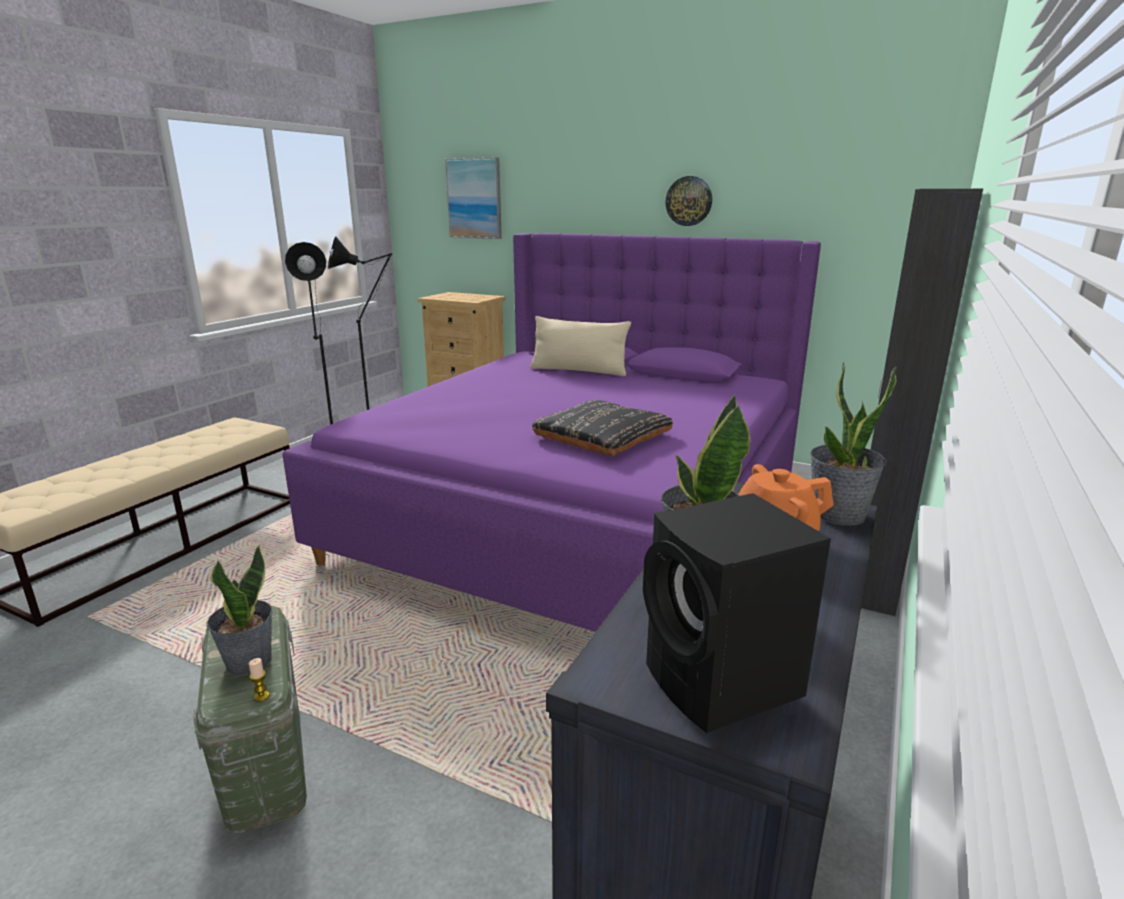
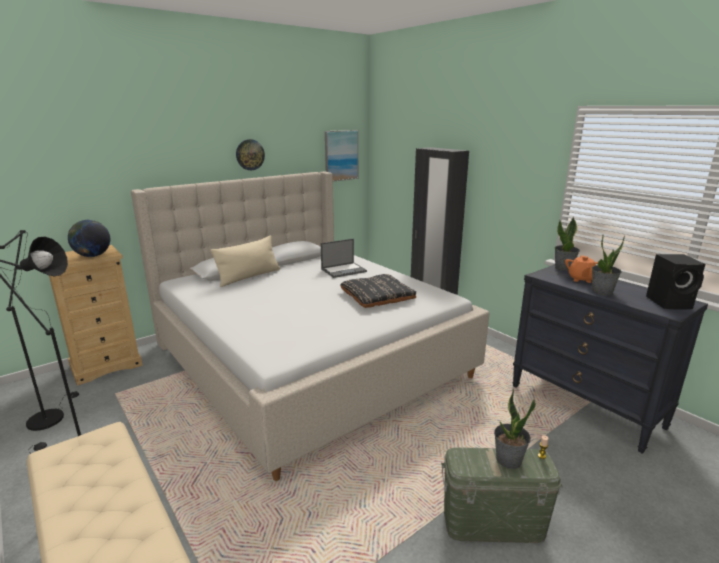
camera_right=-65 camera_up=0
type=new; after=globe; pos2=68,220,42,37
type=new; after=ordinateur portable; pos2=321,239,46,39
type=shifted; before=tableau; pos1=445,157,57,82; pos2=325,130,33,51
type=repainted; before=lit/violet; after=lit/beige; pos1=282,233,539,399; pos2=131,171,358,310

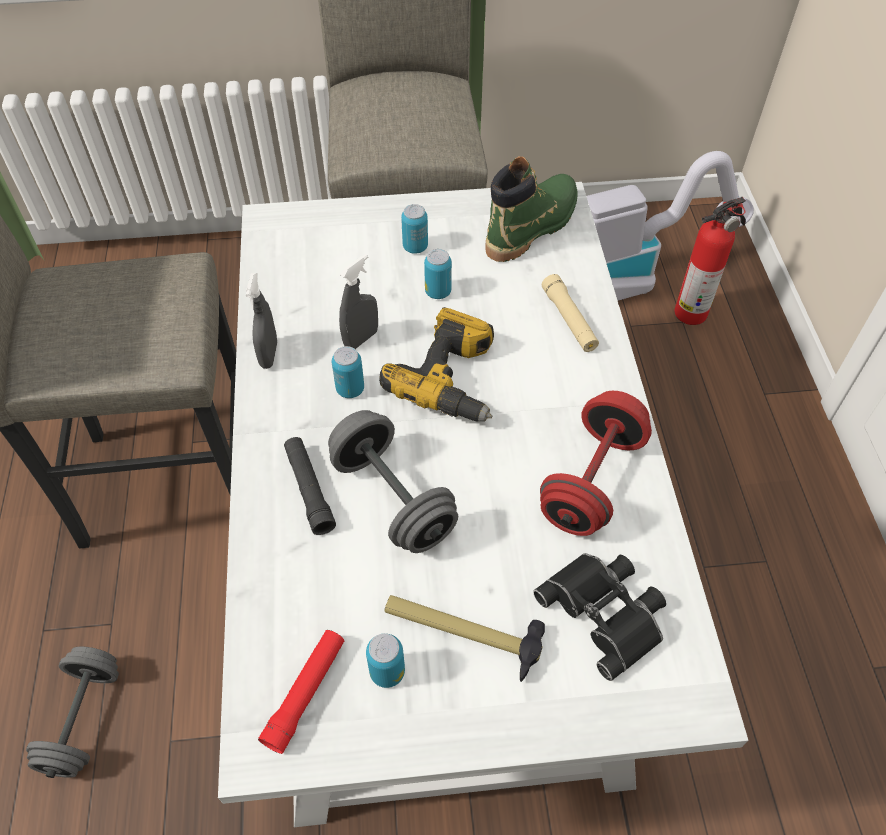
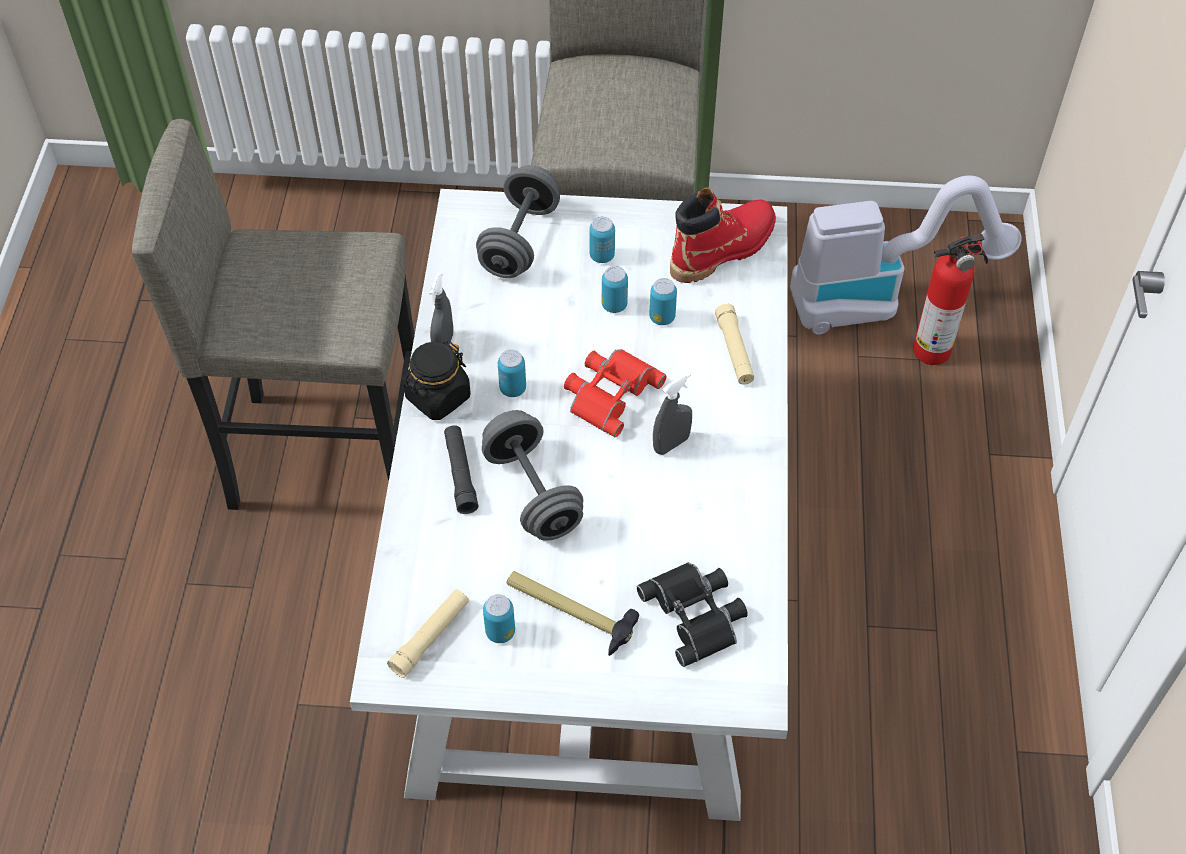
camera_right=10 camera_up=0
type=gone; before=haltère/rouge; pos1=540,391,112,145
type=new; after=bocal/noir; pos2=404,341,66,79
type=new; after=boîte métallique; pos2=649,278,28,47
type=shifted; before=haltère/gris; pos1=26,646,93,132; pos2=476,165,84,113
type=shifted; before=vaporisateur/gris; pos1=339,254,39,95; pos2=653,372,39,83
type=swapped; before=perceuse; after=jumelles/rouge; pos1=379,307,115,115; pos2=564,349,103,88
type=repainted; before=lampe de poche/rouge; after=lampe de poche/beige; pos1=258,630,86,124; pos2=387,590,82,88
type=repainted; before=botte/vert; after=botte/rouge; pos1=486,156,92,106; pos2=670,187,106,96

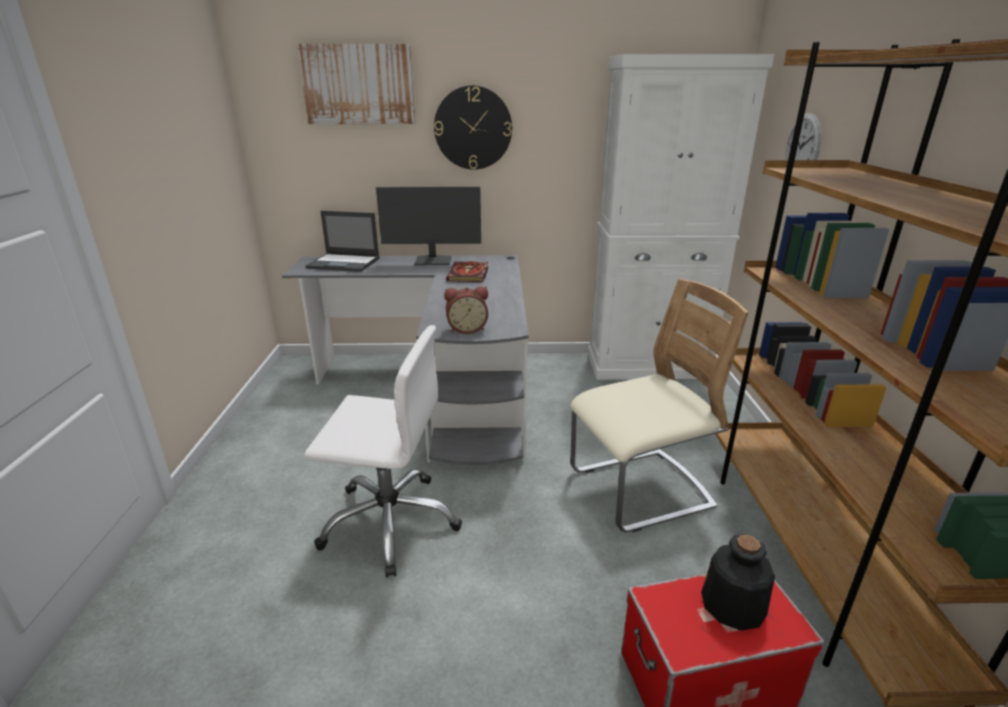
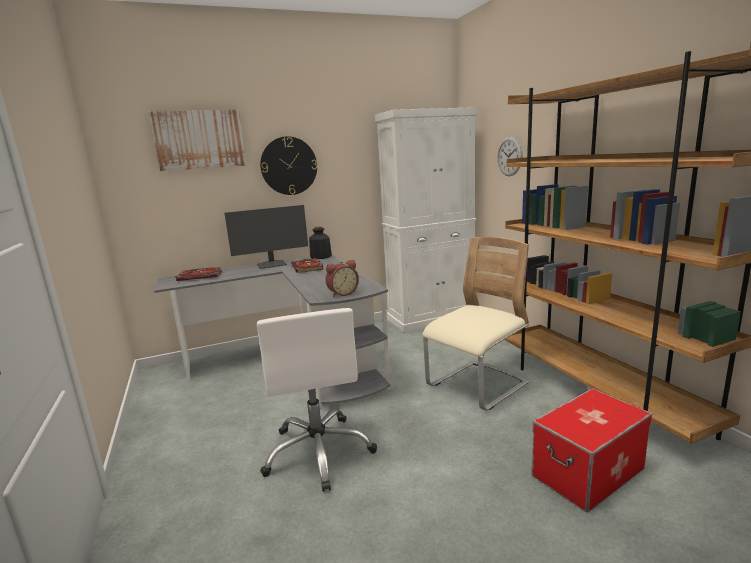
camera_right=-20 camera_up=-10
type=shifted; before=bouteille; pos1=701,534,74,97; pos2=309,226,23,33
type=swapped; before=ordinateur portable; after=livre; pos1=305,211,74,61; pos2=176,267,46,14
type=rotated; before=chaise de bureau/blanc; pos1=305,325,157,252; pos2=257,308,120,184; turn=90

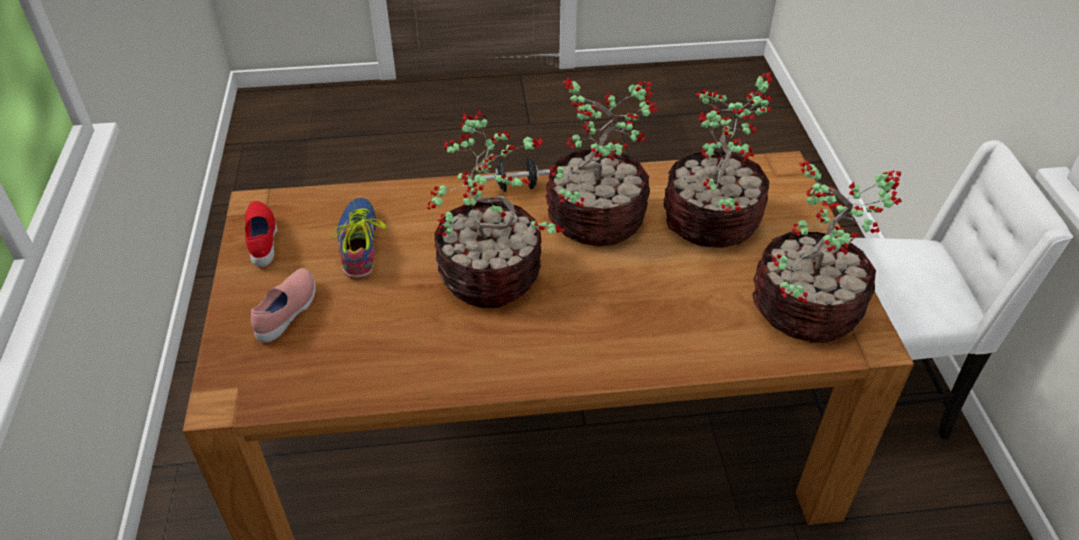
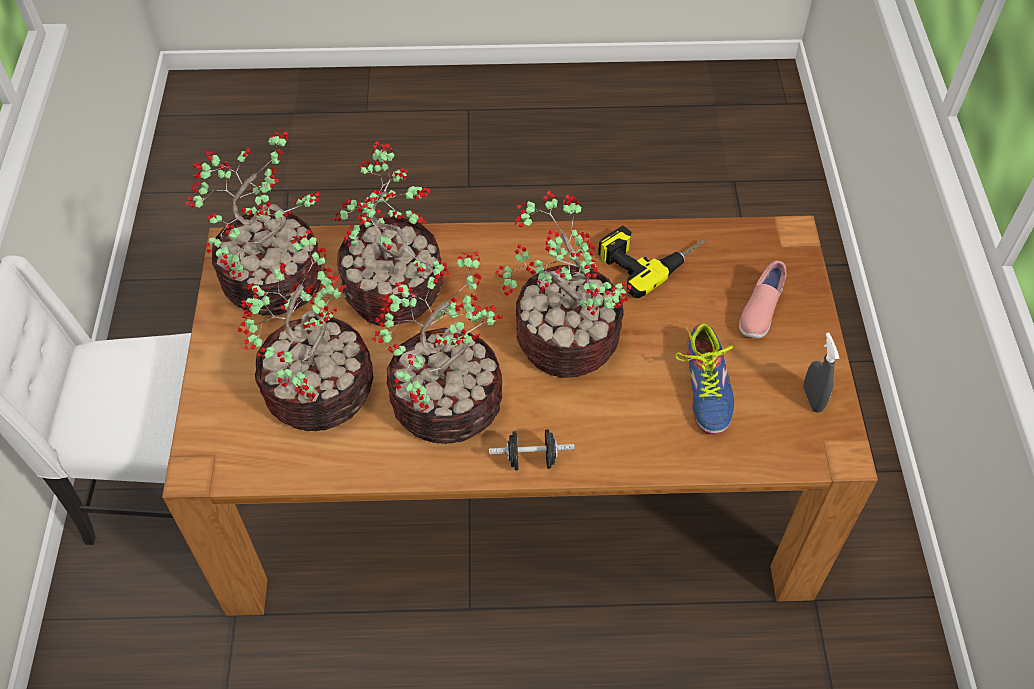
camera_right=-175 camera_up=10
type=new; after=plante en pot; pos2=332,141,118,186
type=new; after=perceuse; pos2=598,225,108,73
type=swapped; before=chaussure/rouge; after=vaporisateur/gris; pos1=245,201,32,66; pos2=803,332,36,81

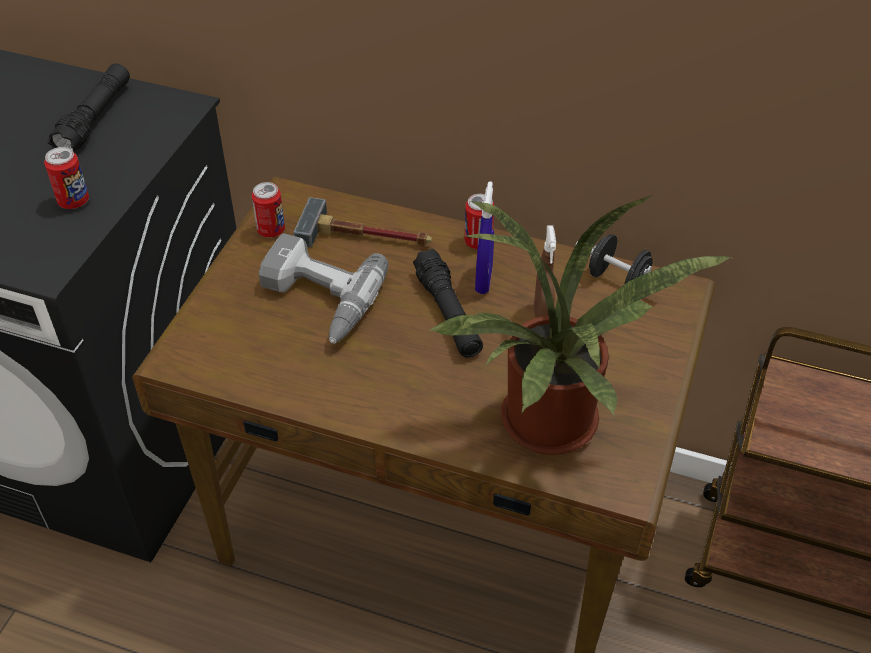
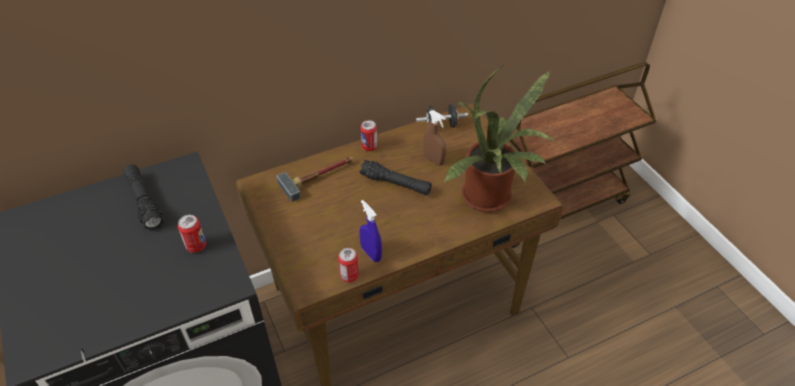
camera_right=-45 camera_up=0
type=gone; before=perceuse; pos1=259,233,130,110
type=shifted; before=boîte métallique; pos1=252,182,33,56; pos2=338,248,21,34
type=shifted; before=vaporisateur/bleu; pos1=475,181,19,113; pos2=359,200,23,62

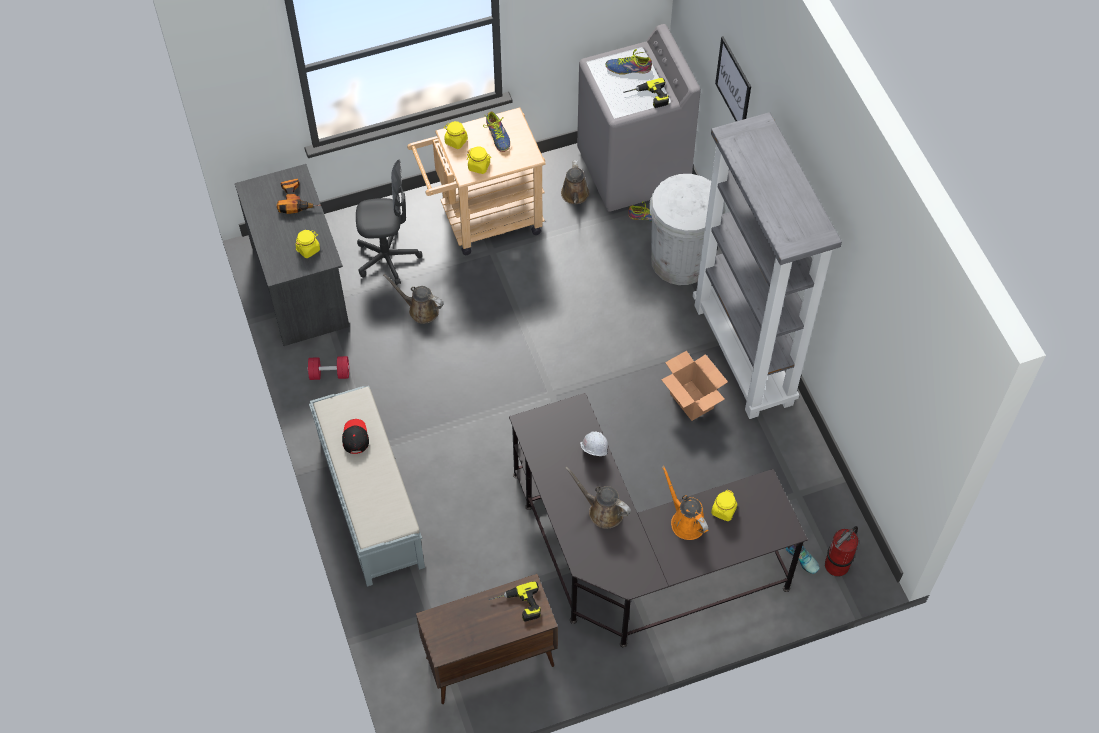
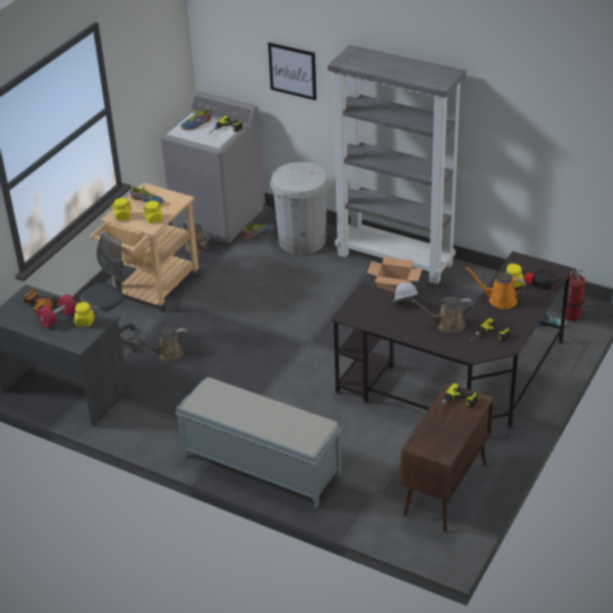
camera_right=-40 camera_up=-20
type=new; after=perceuse; pos2=469,318,41,24
type=shifted; before=haltère/rouge; pos1=307,356,43,24; pos2=37,294,39,34
type=shifted; before=casquette/noir; pos1=342,419,27,35; pos2=524,269,32,21

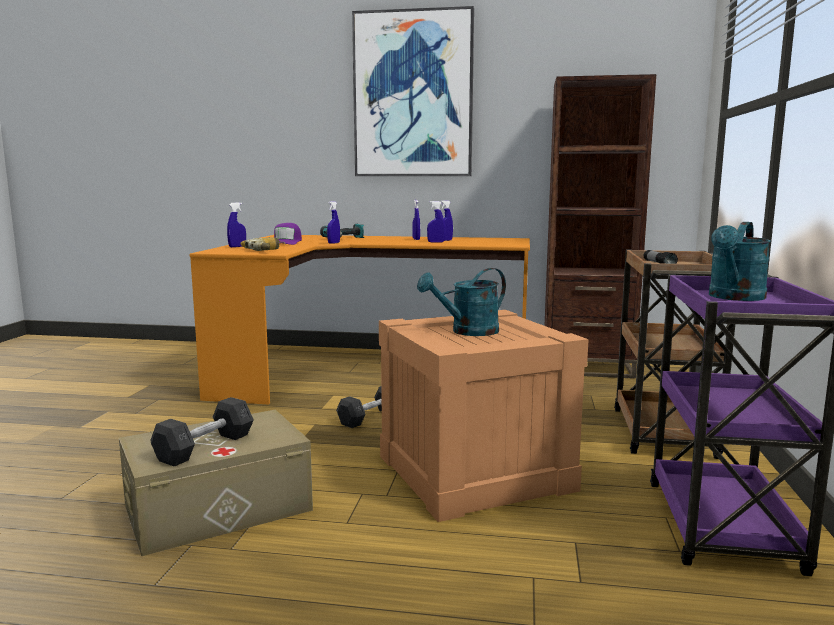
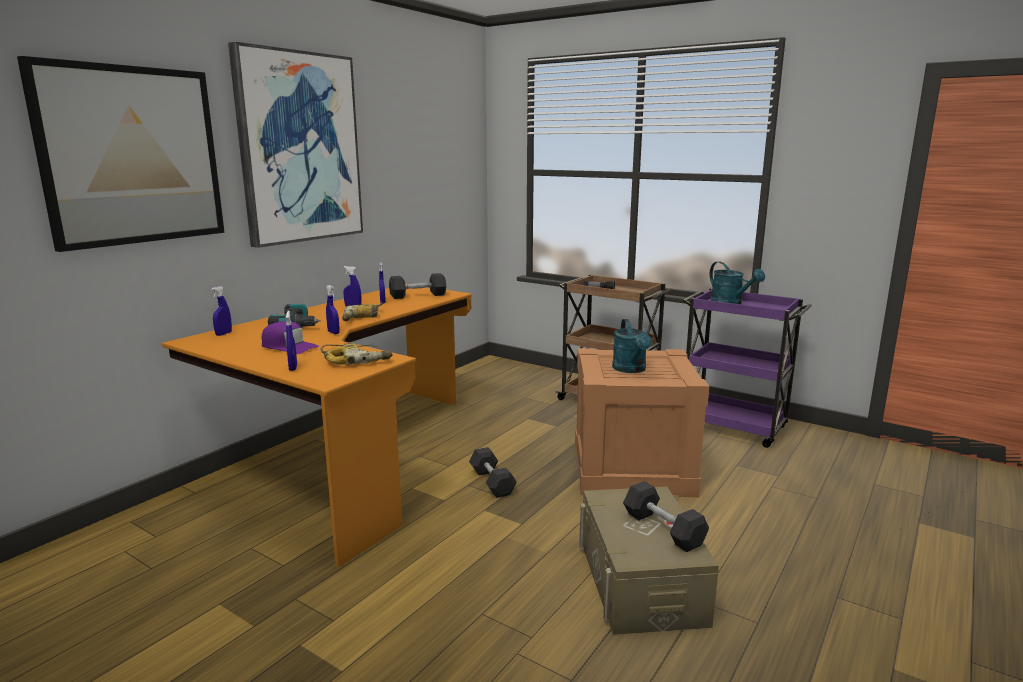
camera_right=-65 camera_up=5
type=gone; before=bibliothèque/marron; pos1=544,74,112,305
type=new; after=tableau; pos2=17,56,208,196
type=new; after=perceuse; pos2=342,302,41,19
type=new; after=haltère/gris; pos2=389,273,57,26
type=shifted; before=vaporisateur/bleu; pos1=427,201,18,42; pos2=211,286,21,50

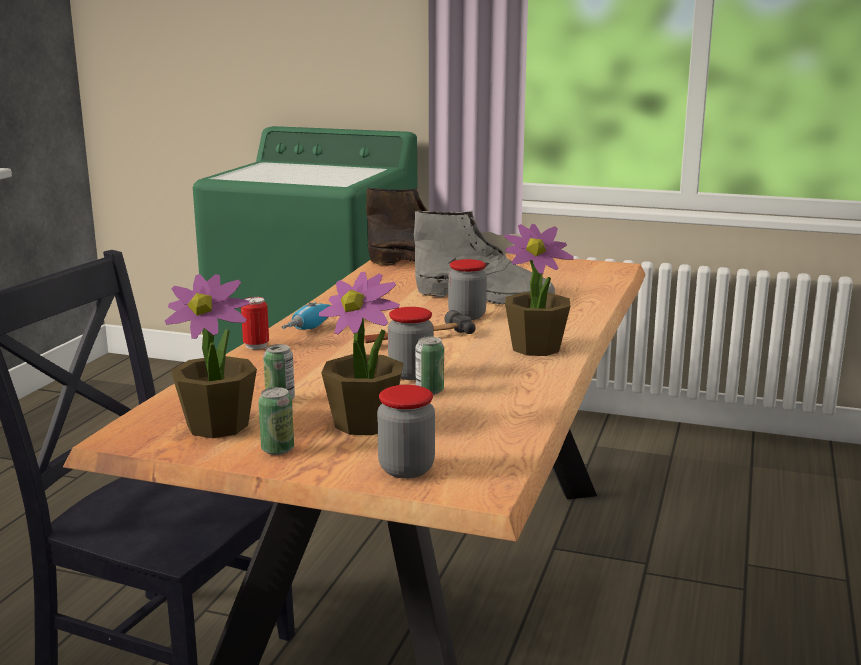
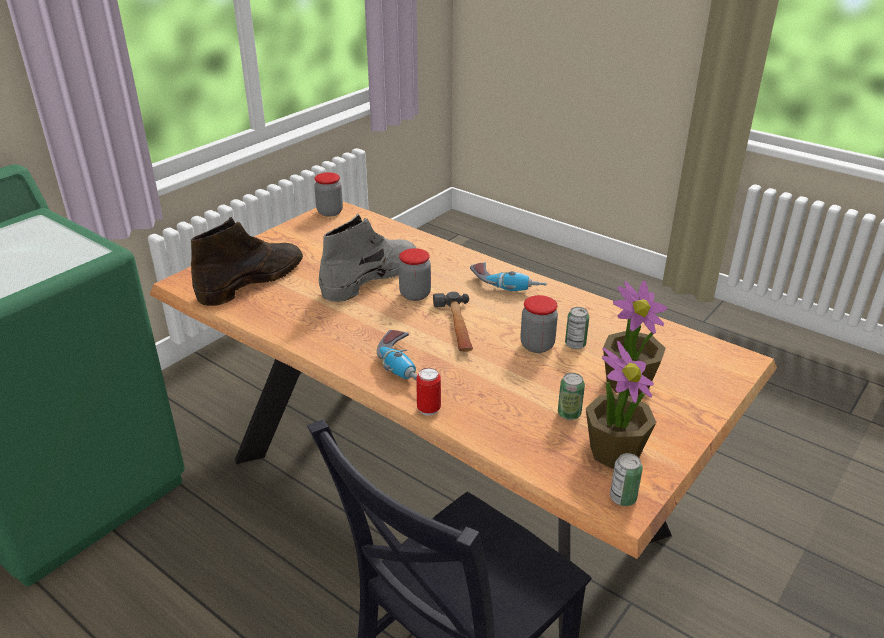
camera_right=-70 camera_up=15
type=shifted; before=boîte métallique; pos1=258,387,36,68; pos2=610,453,33,53
type=shifted; before=bocal; pos1=377,385,58,94; pos2=314,172,29,45
type=swapped; before=plante en pot; after=perceuse; pos1=504,224,70,132; pos2=470,262,77,29

